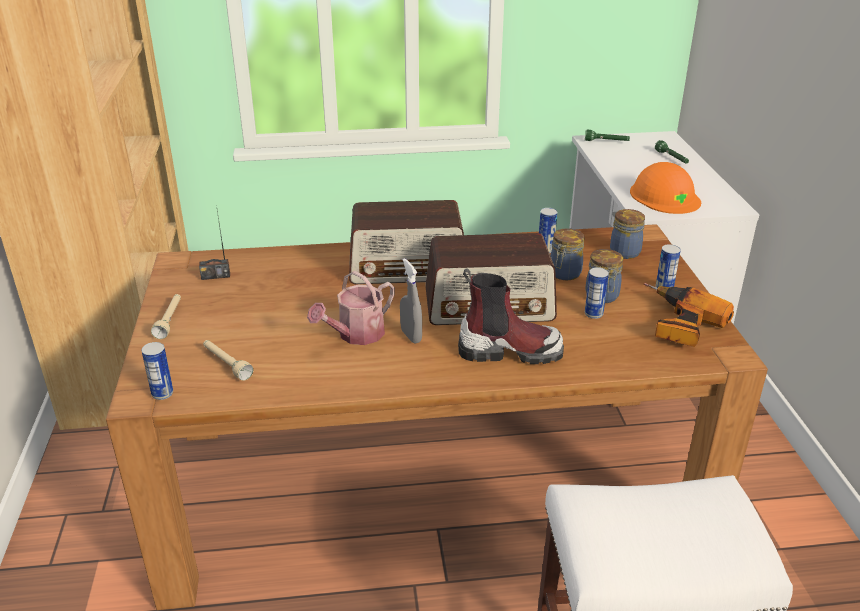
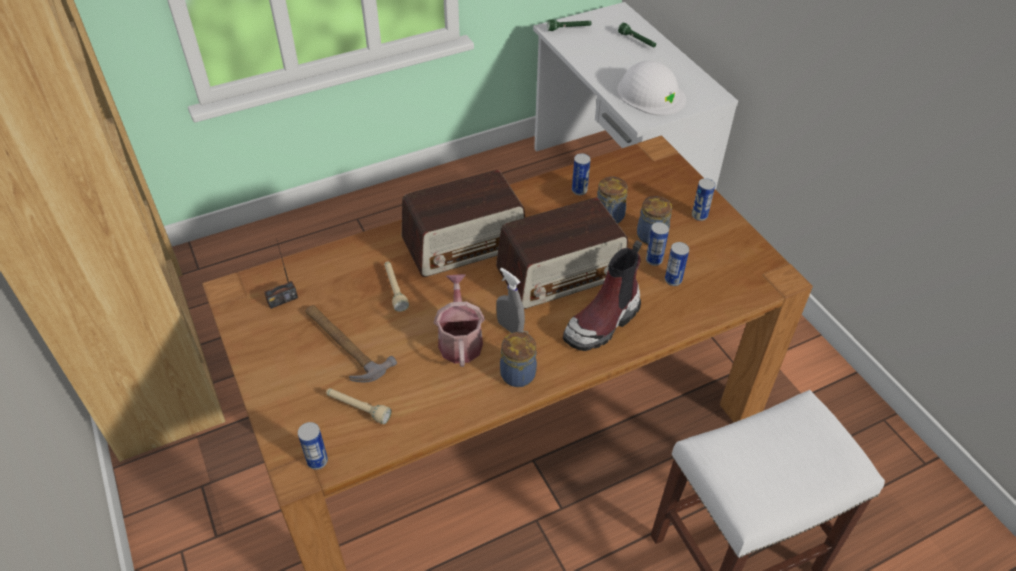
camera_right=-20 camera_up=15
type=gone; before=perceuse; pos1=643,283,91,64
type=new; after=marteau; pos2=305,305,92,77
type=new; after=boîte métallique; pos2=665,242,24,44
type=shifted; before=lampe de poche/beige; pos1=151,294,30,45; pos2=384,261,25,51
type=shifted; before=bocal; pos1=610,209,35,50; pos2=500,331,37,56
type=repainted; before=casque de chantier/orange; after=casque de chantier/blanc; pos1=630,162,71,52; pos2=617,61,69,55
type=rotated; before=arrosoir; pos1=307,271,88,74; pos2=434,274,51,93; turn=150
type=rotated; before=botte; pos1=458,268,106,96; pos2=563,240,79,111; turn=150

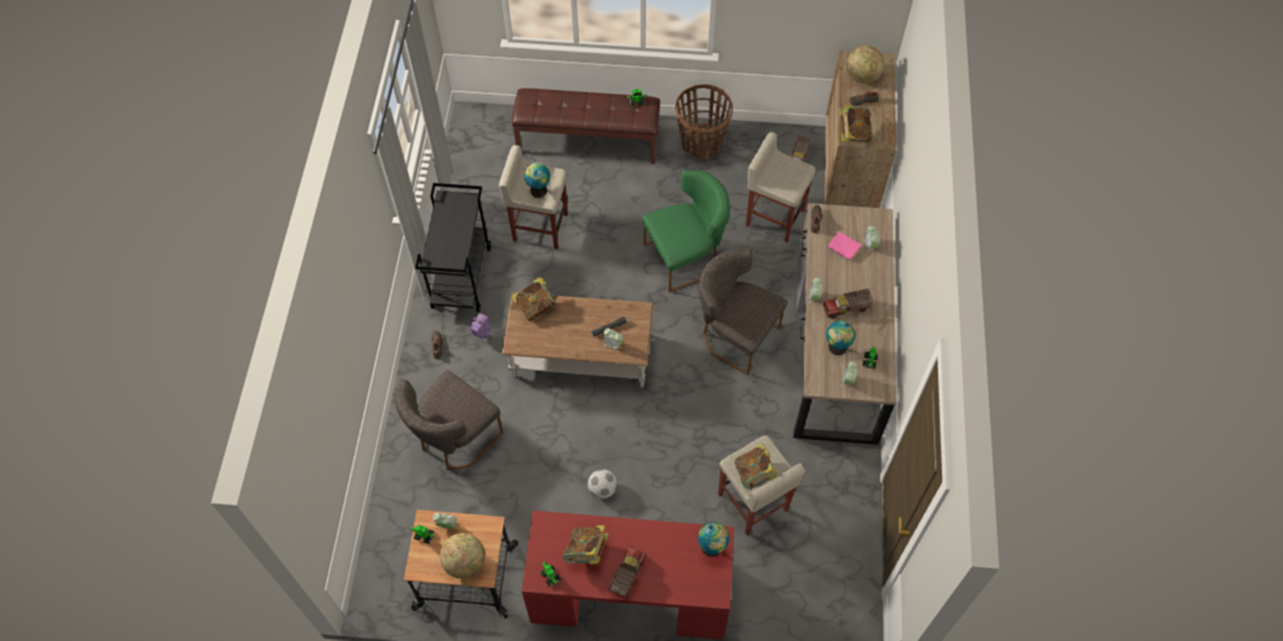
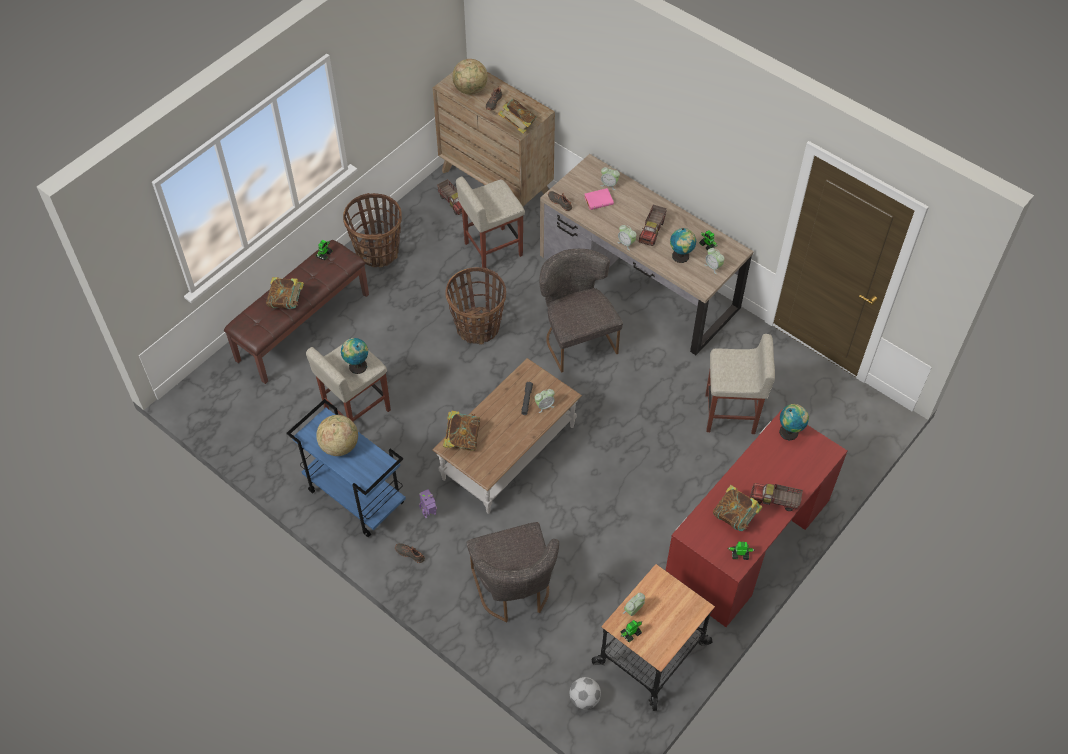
camera_right=-55 camera_up=-5
type=shifted; before=globe; pos1=440,533,45,46; pos2=316,415,42,41
type=shifted; before=ballon de foot; pos1=588,469,29,30; pos2=570,677,31,32
type=shifted; before=livre; pos1=735,443,42,47; pos2=266,277,38,32
type=swapped; before=chaise/vert; after=panier; pos1=642,170,88,122; pos2=445,267,61,77
type=repainted; before=chariot/noir; after=chariot/bleu; pos1=415,183,76,129; pos2=287,399,119,138
type=rotated; before=camion jouet; pos1=608,546,38,52; pos2=750,483,53,28; turn=-45
type=rotated; before=chaise/gris; pos1=698,249,90,126; pos2=539,249,84,124; turn=90

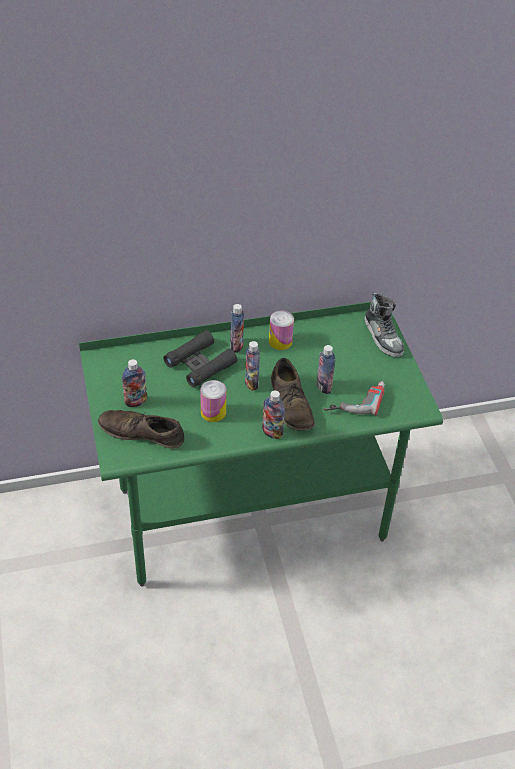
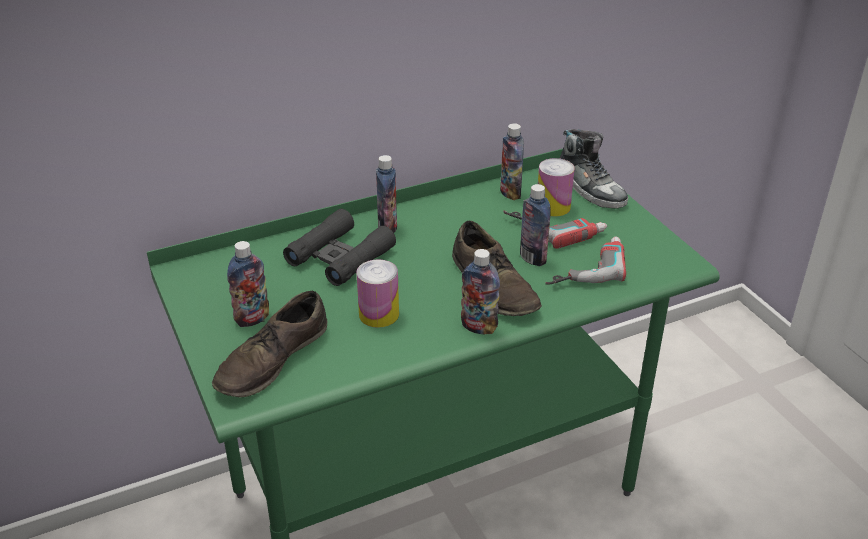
camera_right=-10 camera_up=-10
type=new; after=perceuse; pos2=503,210,104,39
type=shifted; before=bouteille; pos1=245,341,15,50; pos2=500,123,24,77
type=shifted; before=boîte métallique; pos1=269,310,25,40; pos2=538,158,37,59
type=rotated; before=chaussure/marron; pos1=98,410,87,39; pos2=212,291,115,106; turn=-60

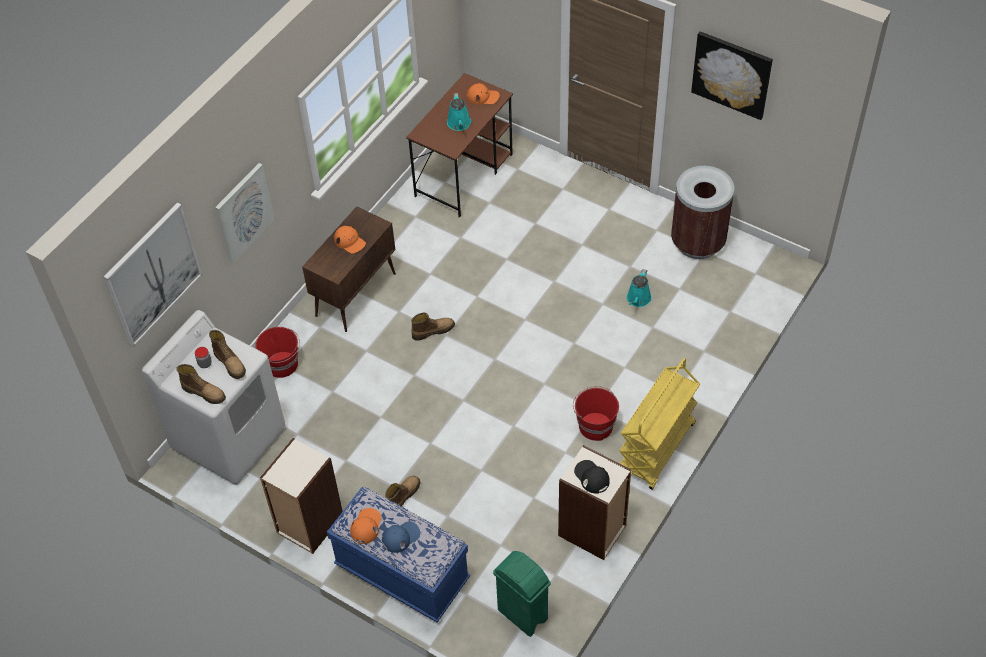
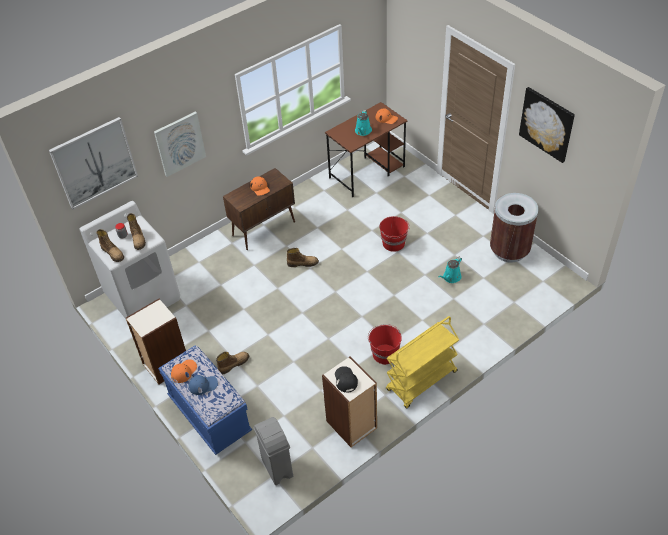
camera_right=20 camera_up=-5
type=shifted; before=seau/rouge; pos1=255,327,45,51; pos2=379,216,31,36
type=repainted; before=poubelle/vert; after=poubelle/gris; pos1=493,551,58,86; pos2=253,417,40,68

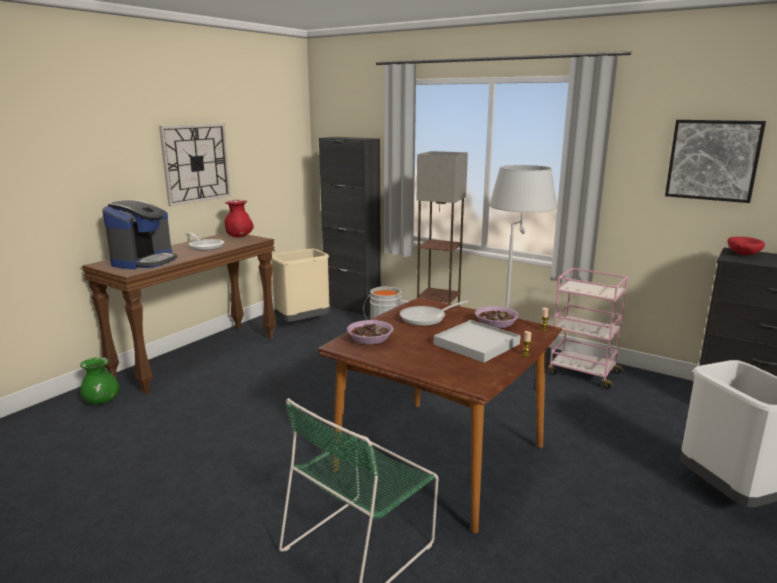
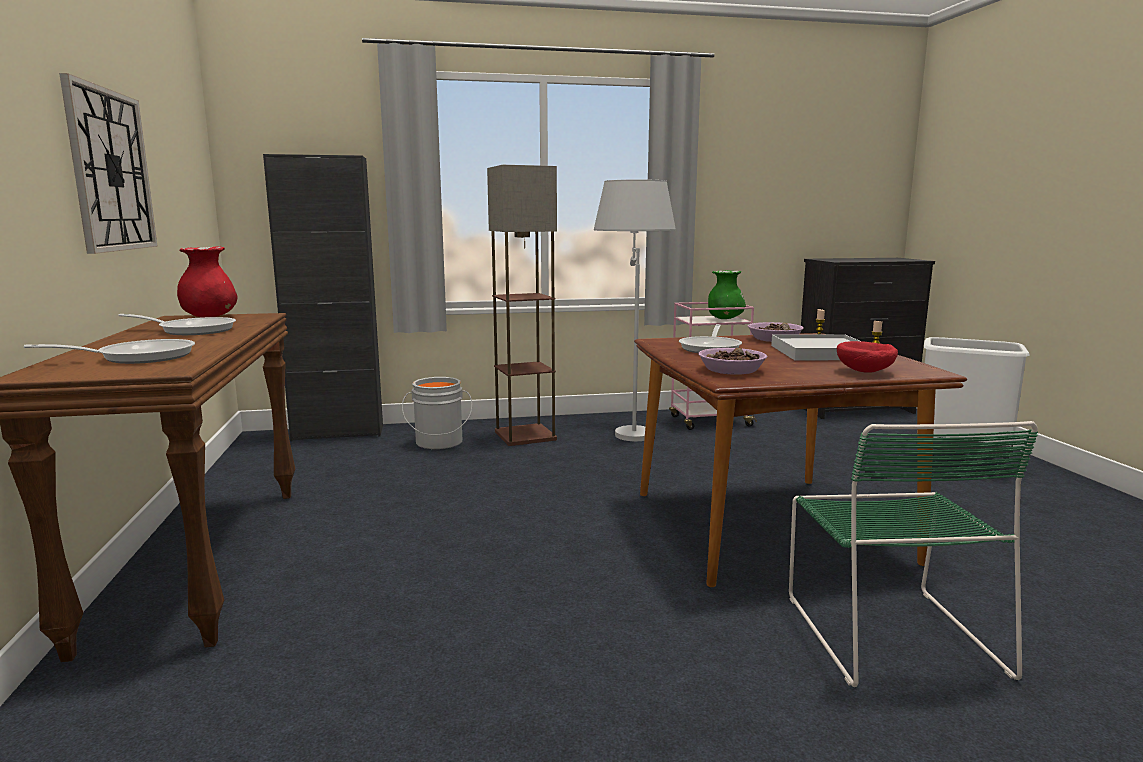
camera_right=-45 camera_up=-5
type=gone; before=poubelle/beige; pos1=271,249,59,73
type=gone; before=tableau; pos1=665,120,101,83
type=shifted; before=vase/vert; pos1=80,357,40,47; pos2=708,270,38,49
type=shifted; before=bol/rouge; pos1=728,237,37,18; pos2=837,341,61,32
type=swapped; before=machine à café; after=poêle; pos1=102,200,75,70; pos2=24,339,171,25

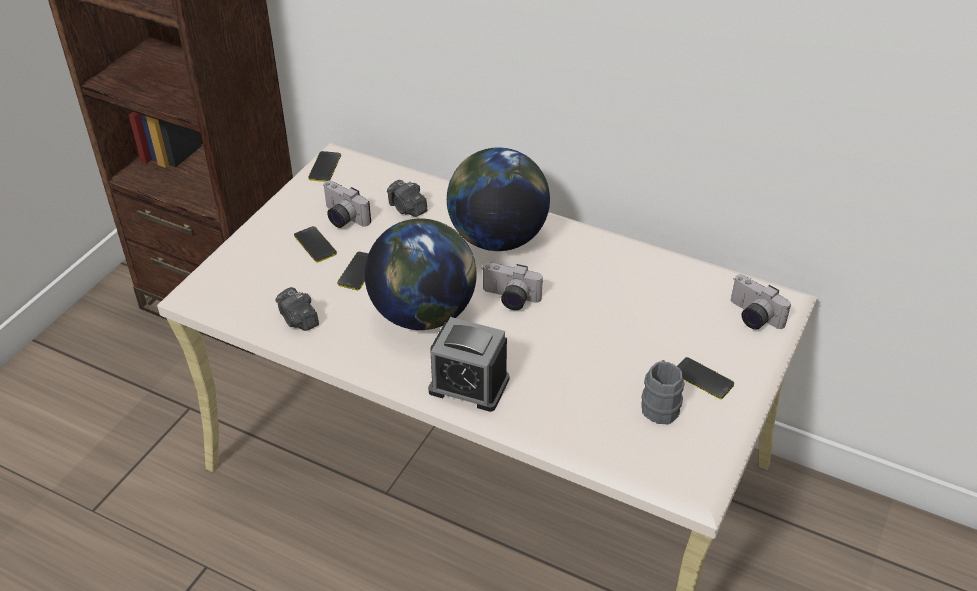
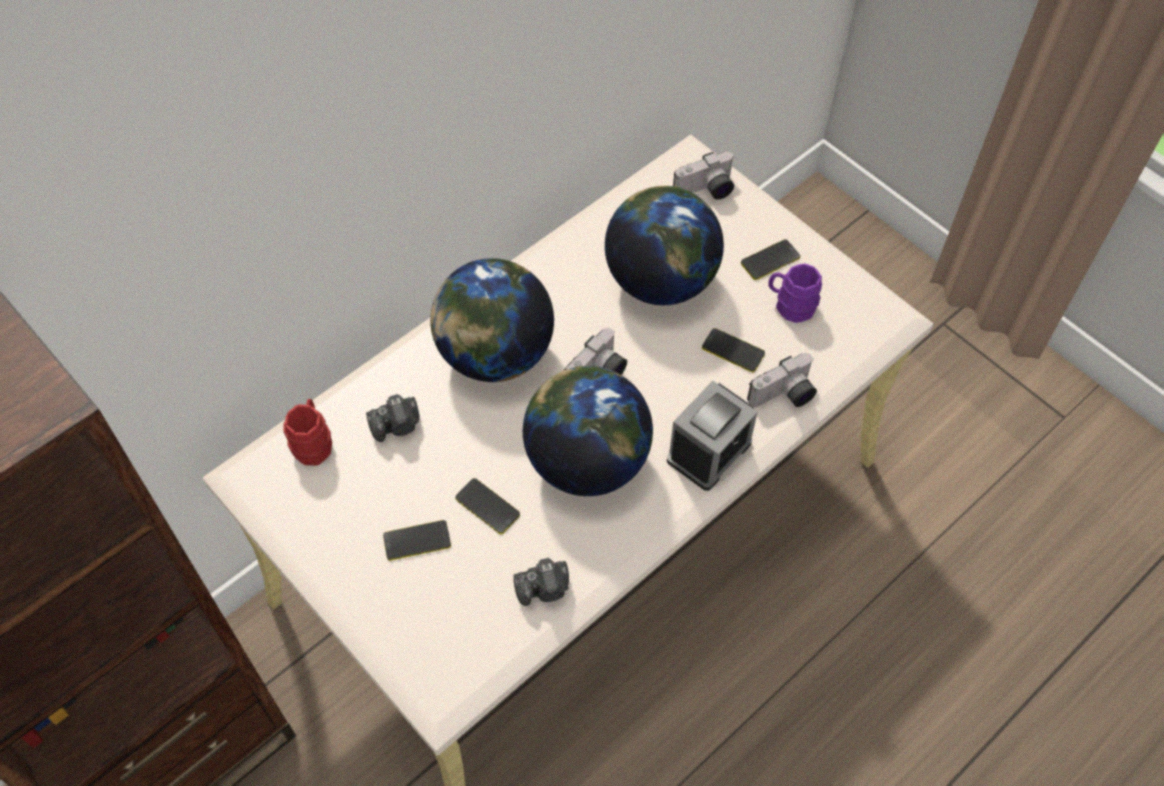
camera_right=-70 camera_up=15
type=new; after=mug/rouge; pos2=283,399,49,67
type=new; after=globe; pos2=605,186,119,119
type=shifted; before=téléphone; pos1=308,151,33,31; pos2=702,328,63,44
type=shifted; before=appareil photo; pos1=323,180,48,48; pos2=747,353,70,54
type=repainted; before=mug/gris; after=mug/violet; pos1=641,360,43,64; pos2=768,263,54,60

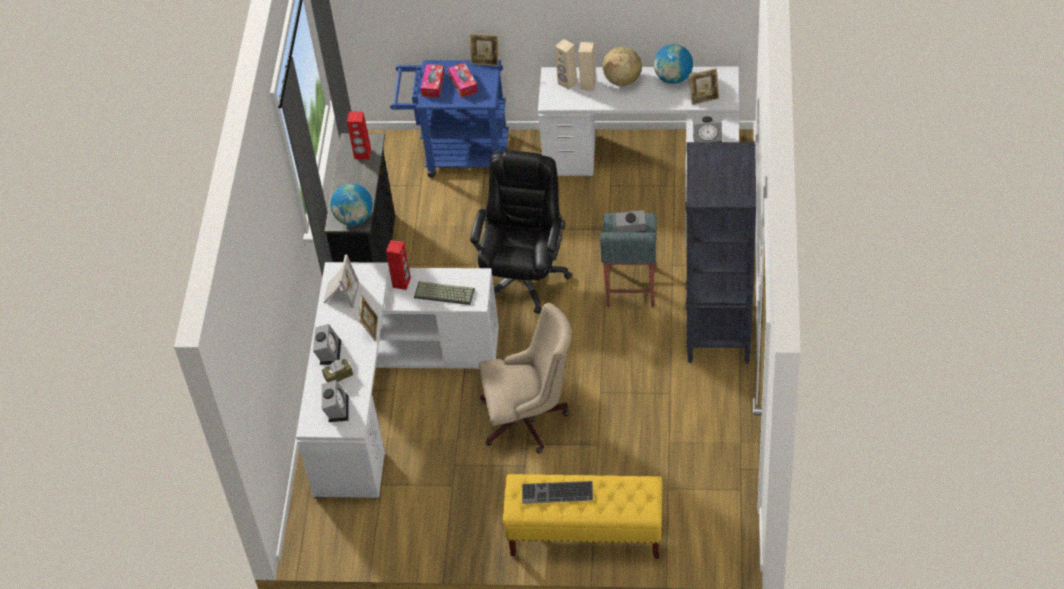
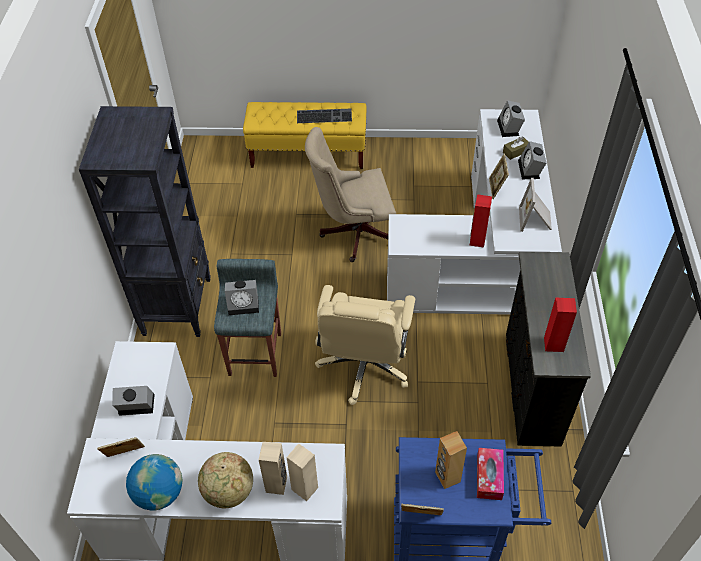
camera_right=175 camera_up=0
type=gone; before=globe; pos1=331,184,42,42
type=gone; before=clavier; pos1=414,282,61,23
type=swapped; before=boîte à mouchoirs; after=enceinte/marron; pos1=448,62,30,36; pos2=435,431,32,58
type=repainted; before=chaise de bureau/noir; after=chaise de bureau/beige; pos1=470,150,102,164; pos2=315,285,100,120

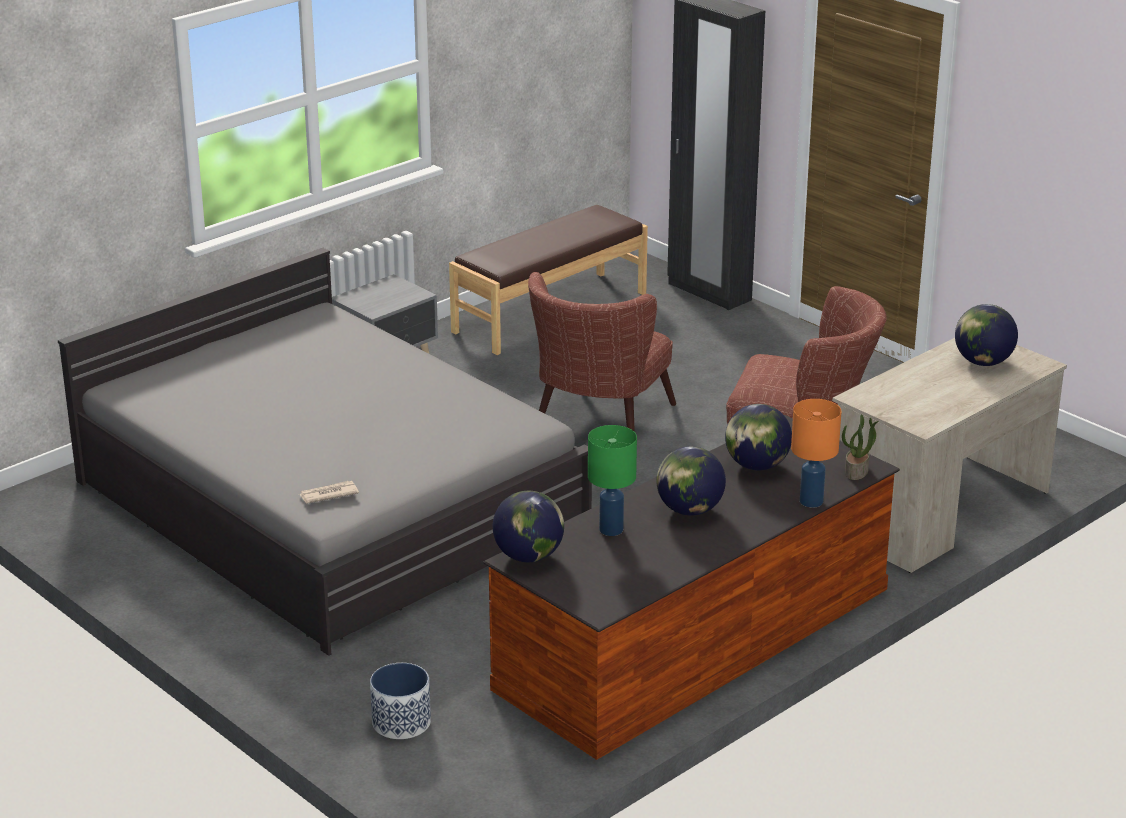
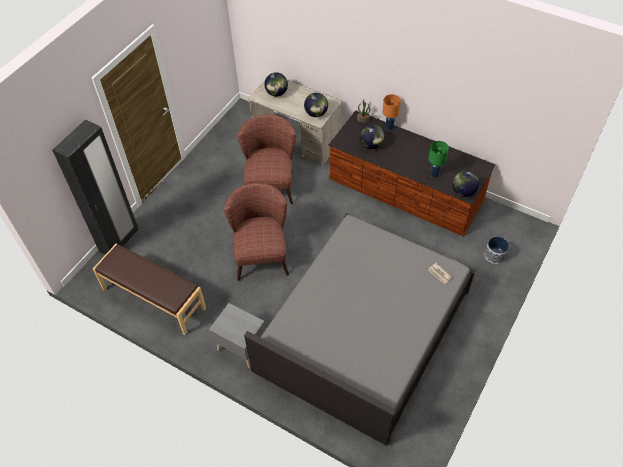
camera_right=-105 camera_up=25
type=shifted; before=globe; pos1=656,446,70,70; pos2=304,93,24,24
type=rotated; before=fauteuil/marron; pos1=528,272,148,160; pos2=224,183,65,98; turn=-105

